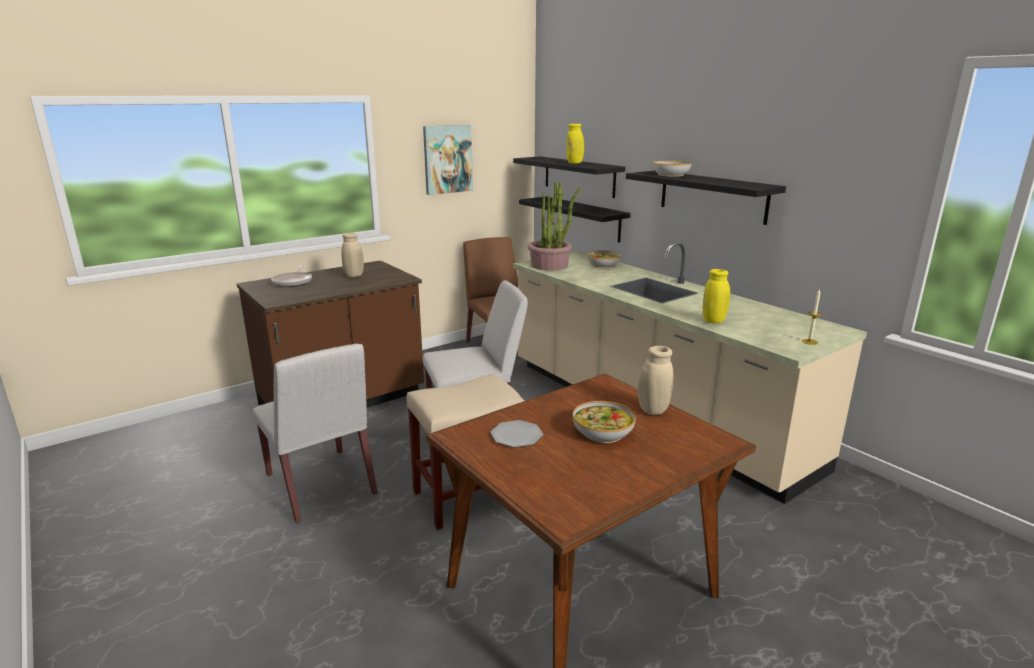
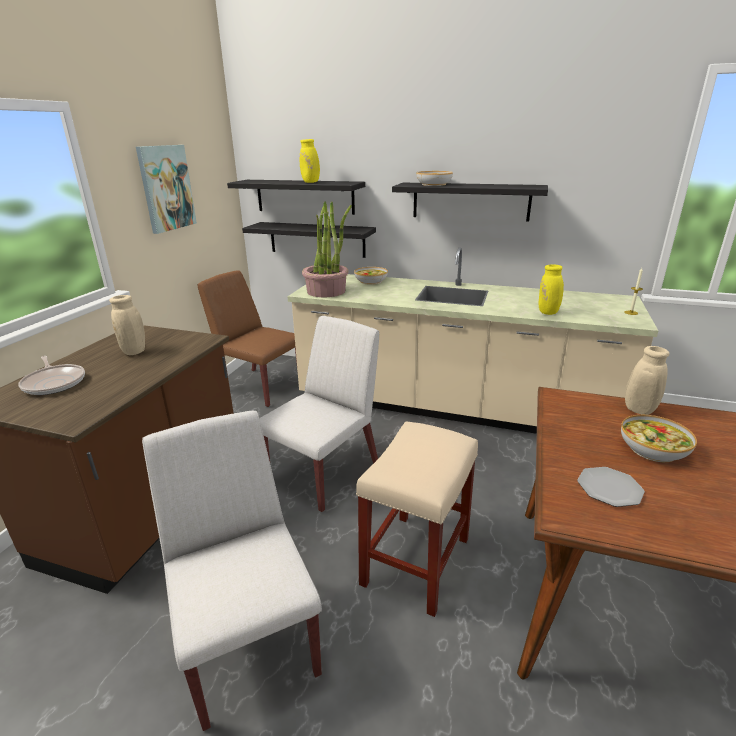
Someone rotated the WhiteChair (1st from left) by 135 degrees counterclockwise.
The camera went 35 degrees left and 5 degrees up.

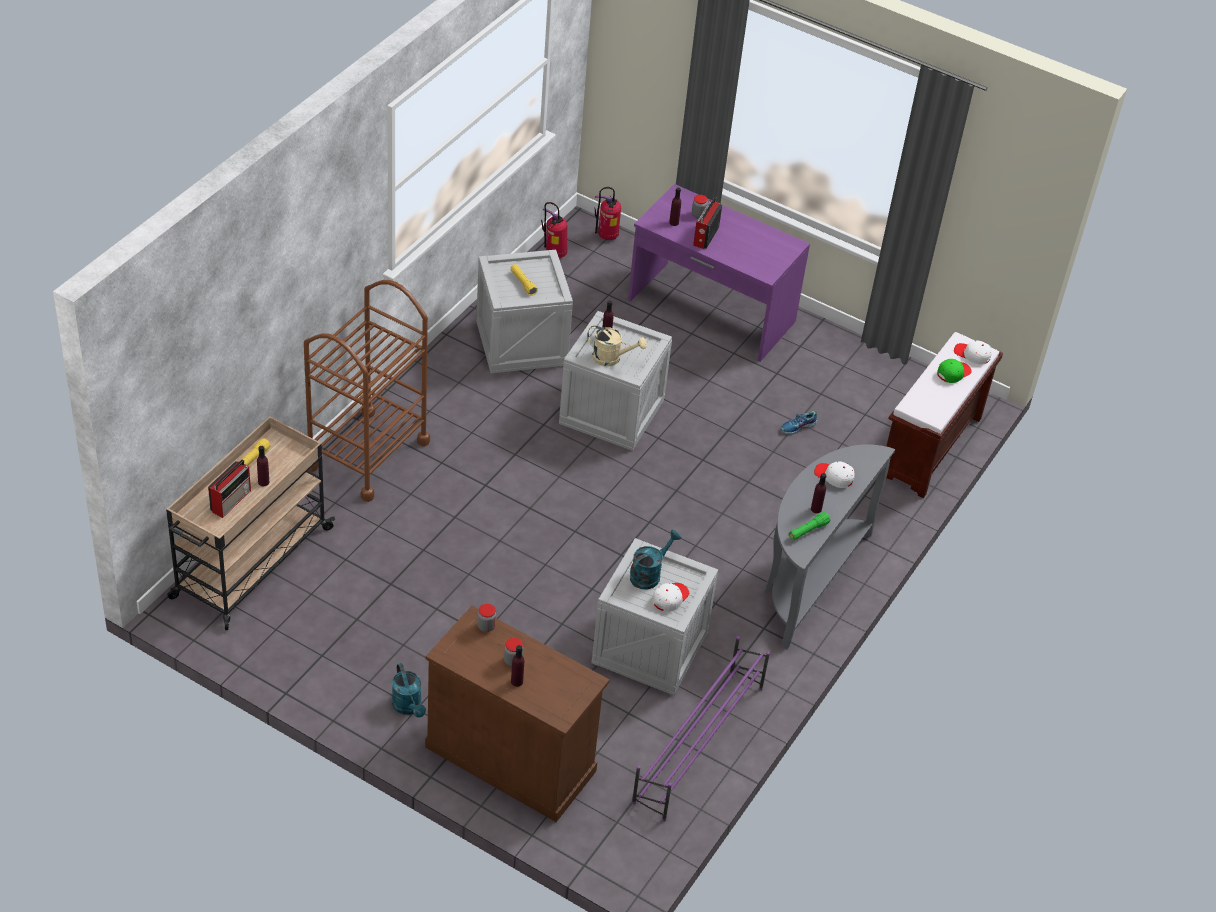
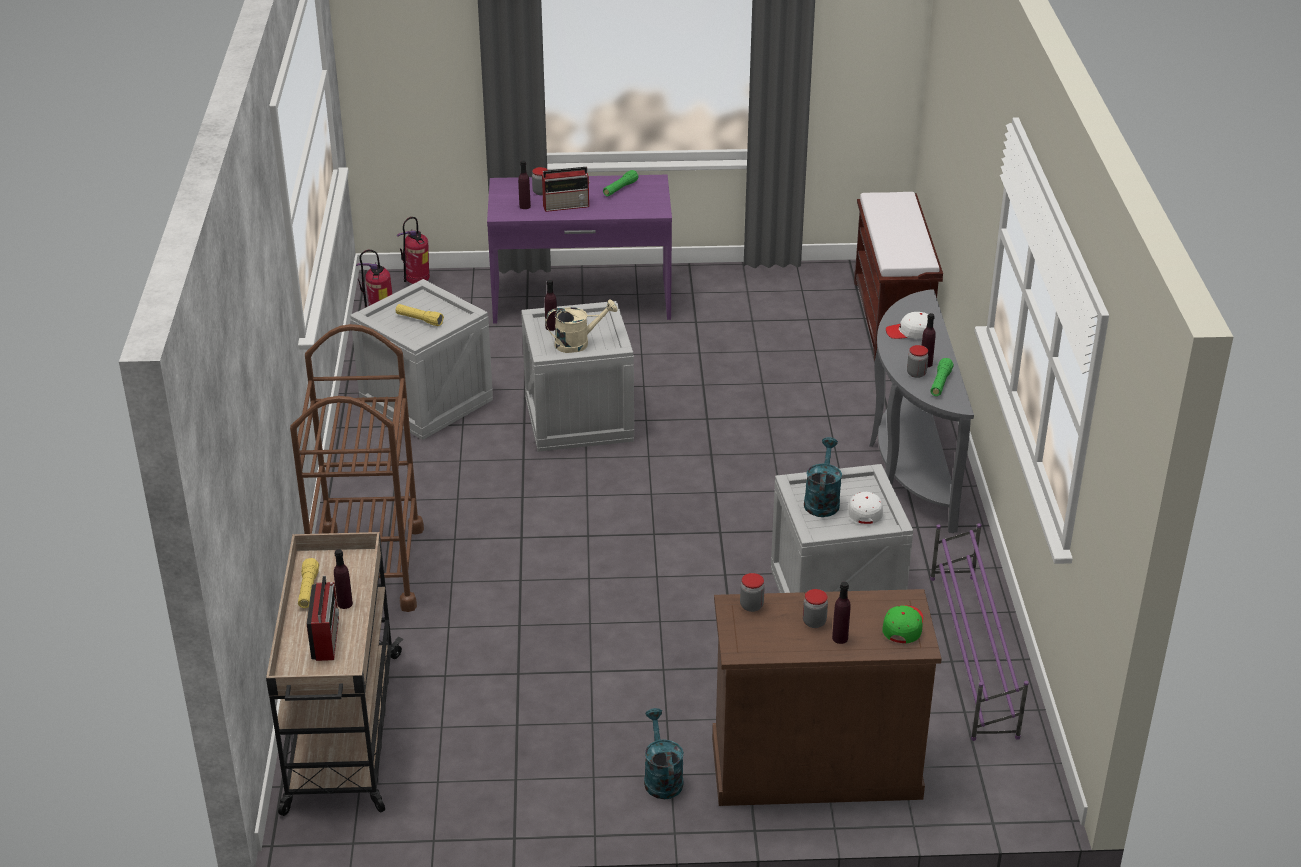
Someone rotated the Radio (2nd from left) by 90 degrees counterclockwise.
Someone took away the WhiteBaseballCap (3rd from left).
Someone carried the GreenishBaseballCap.
Someone took away the Shoe.
Someone rotated the BlueGreenWateringPot (1st from left) by 135 degrees counterclockwise.
Someone put down the GreenishTorch (1st from left).
Someone put down the StorageJar (4th from left).
The camera went 30 degrees left and 10 degrees down.

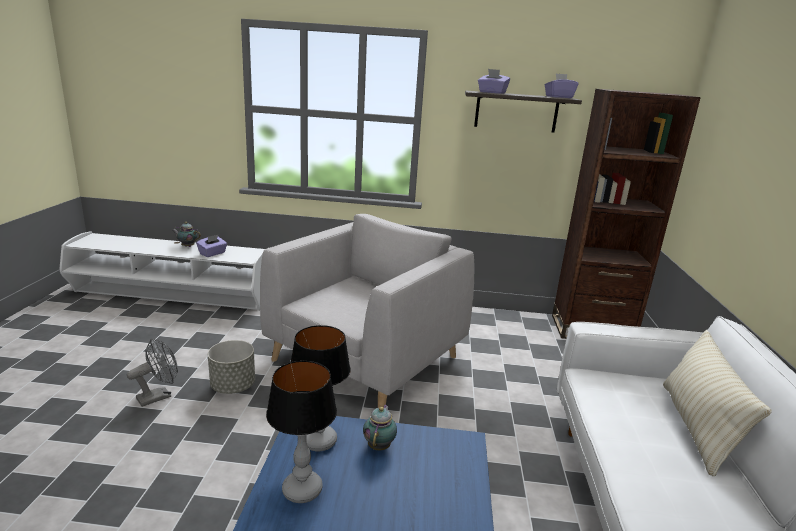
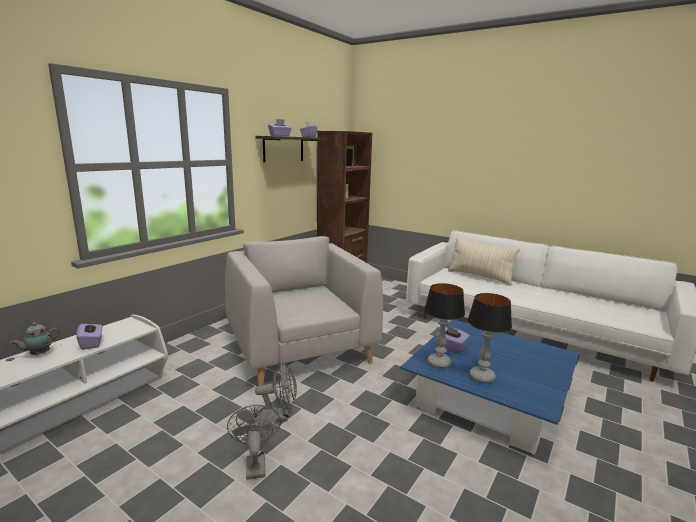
Someone swapped the GreyishPlanter for the GreyishFan (2nd from left).
Someone swapped the TeaPot (2nd from left) for the PurpleBoxOfTissues (4th from left).
The camera went 60 degrees left and 5 degrees down.

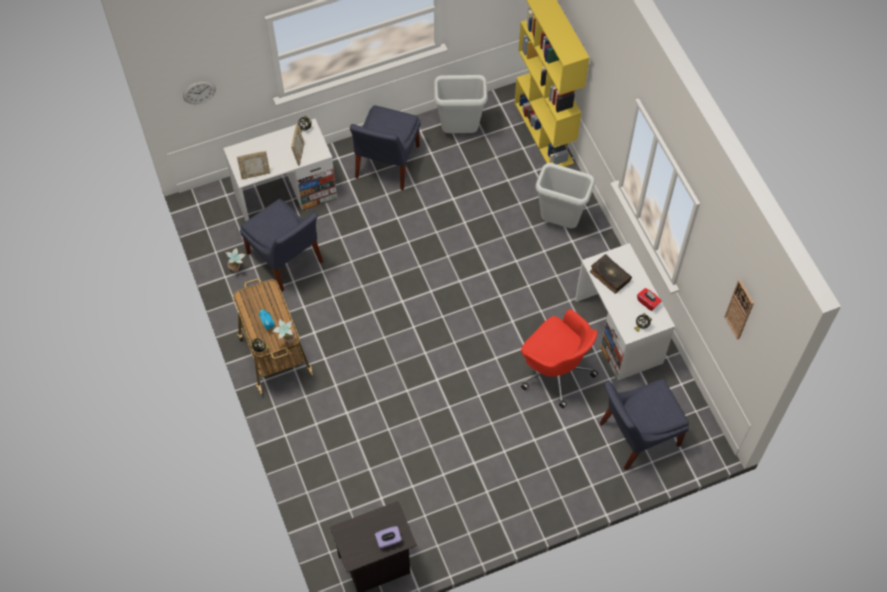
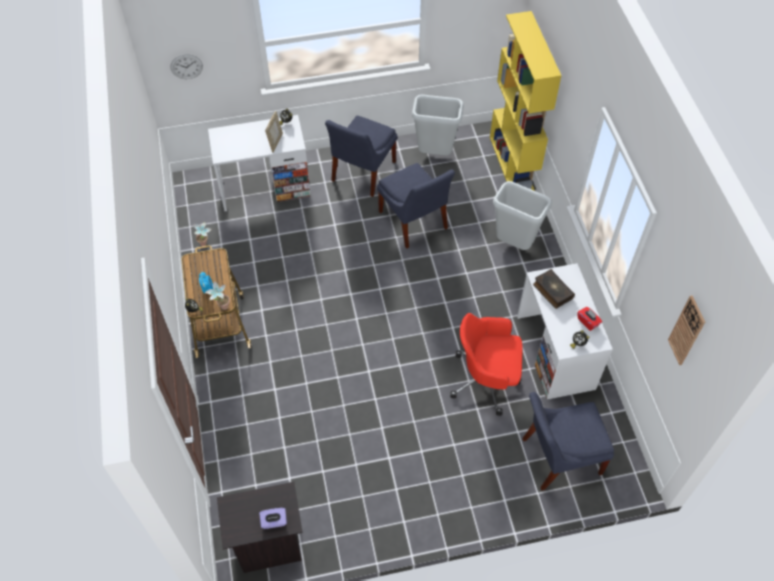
Someone took away the PhotoFrame (1st from left).
Someone carried the BluishChair (1st from left in the first image).
Someone rotated the RedColouredDeskChair by 135 degrees clockwise.
The camera went 10 degrees right and 5 degrees down.

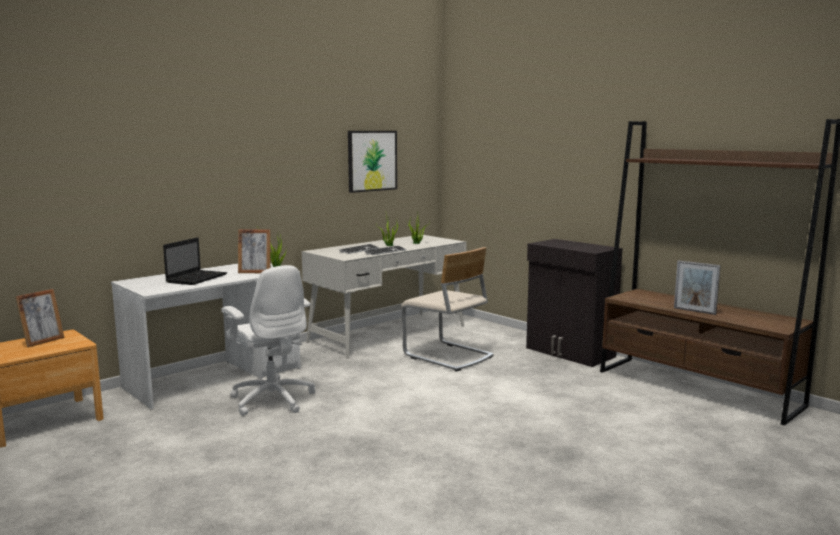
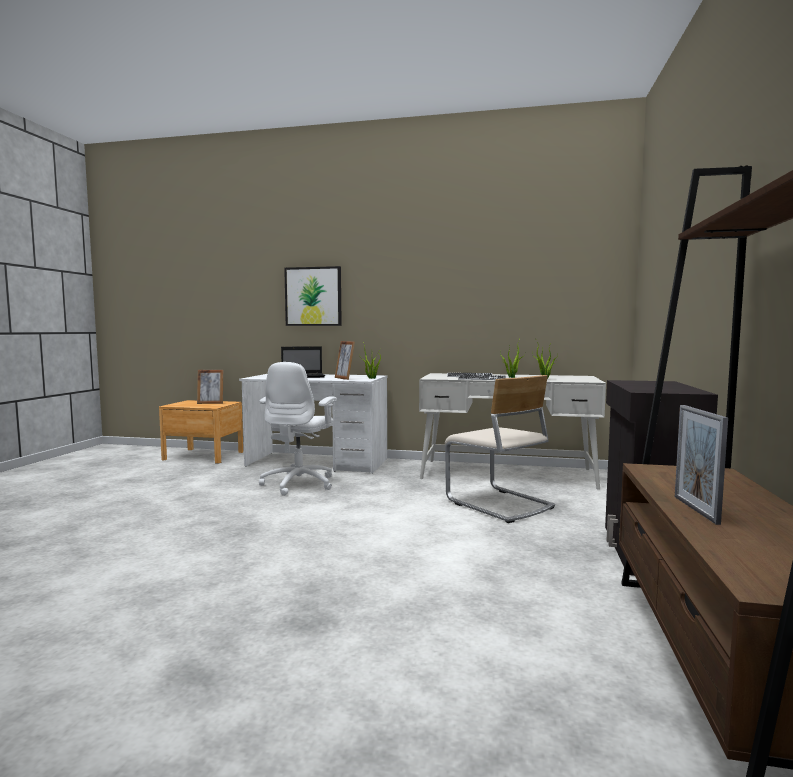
Someone carried the Picture.
Someone rotated the BeigeChair by 45 degrees counterclockwise.
The camera went 55 degrees right and 5 degrees down.

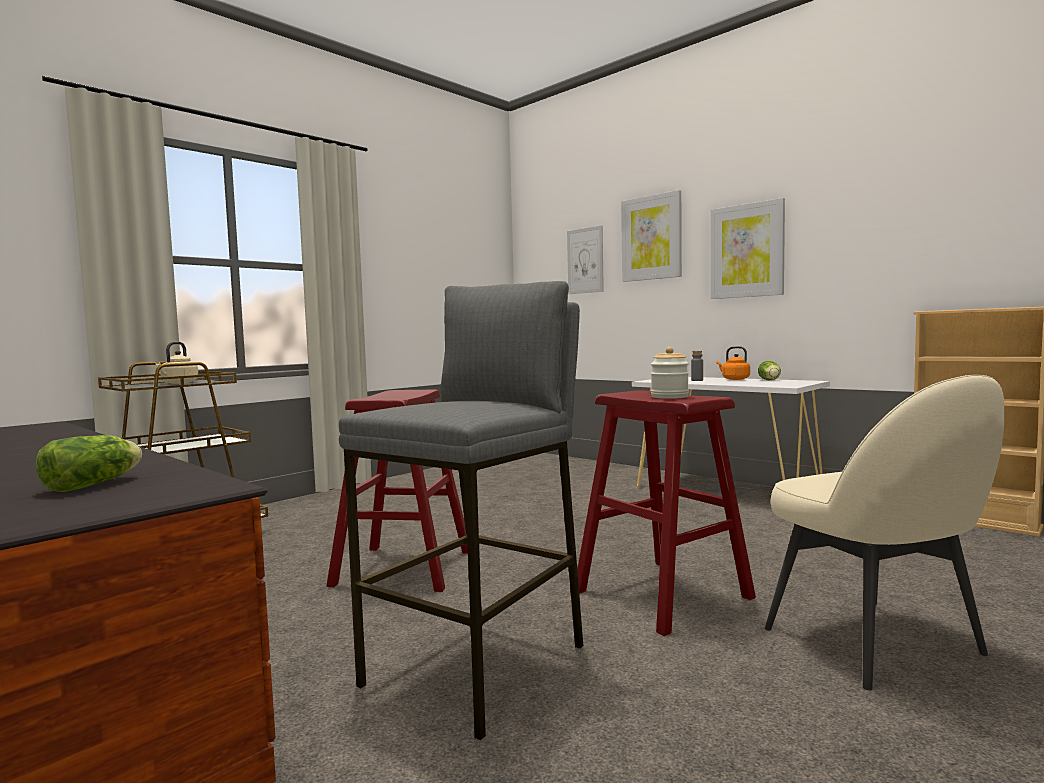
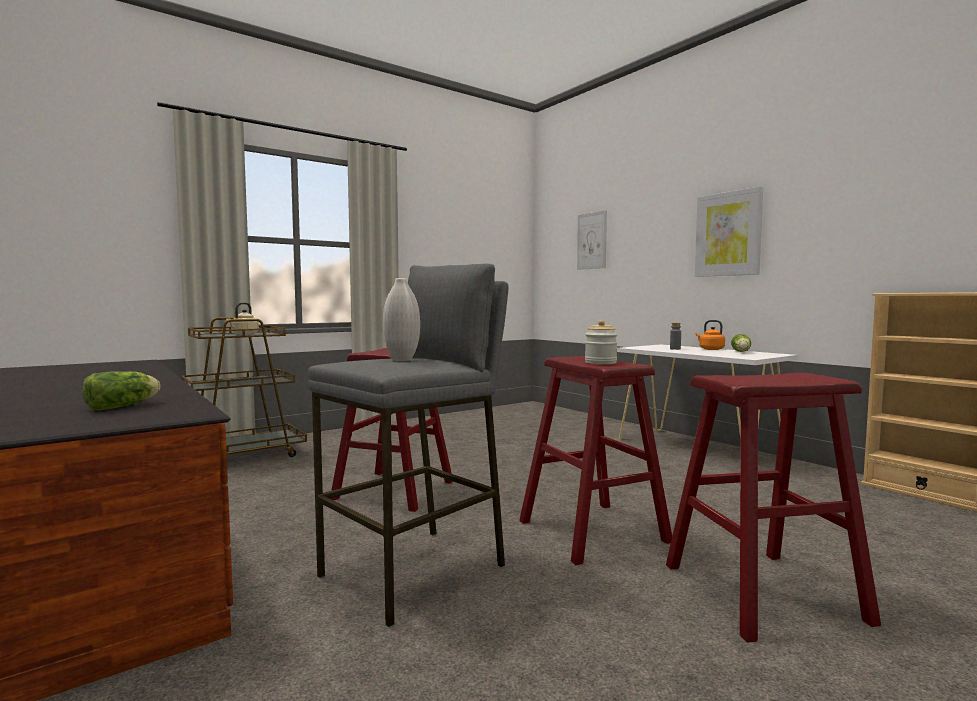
Someone took away the Picture (2nd from left).
Someone swapped the BeigeChair for the RedColouredSittingStool (3rd from left).
Someone put down the WhiteVase.
The camera went 10 degrees right and 0 degrees up.

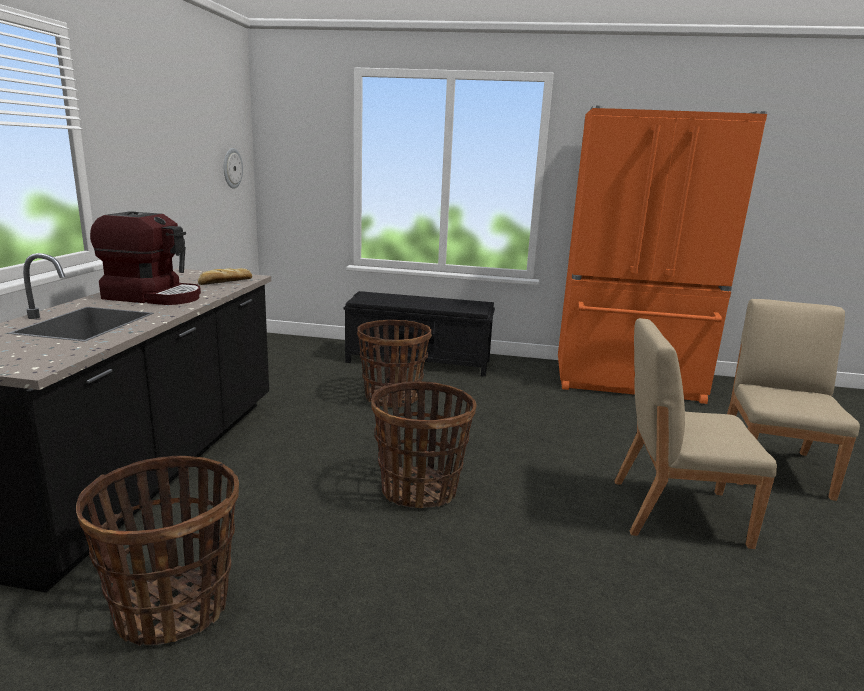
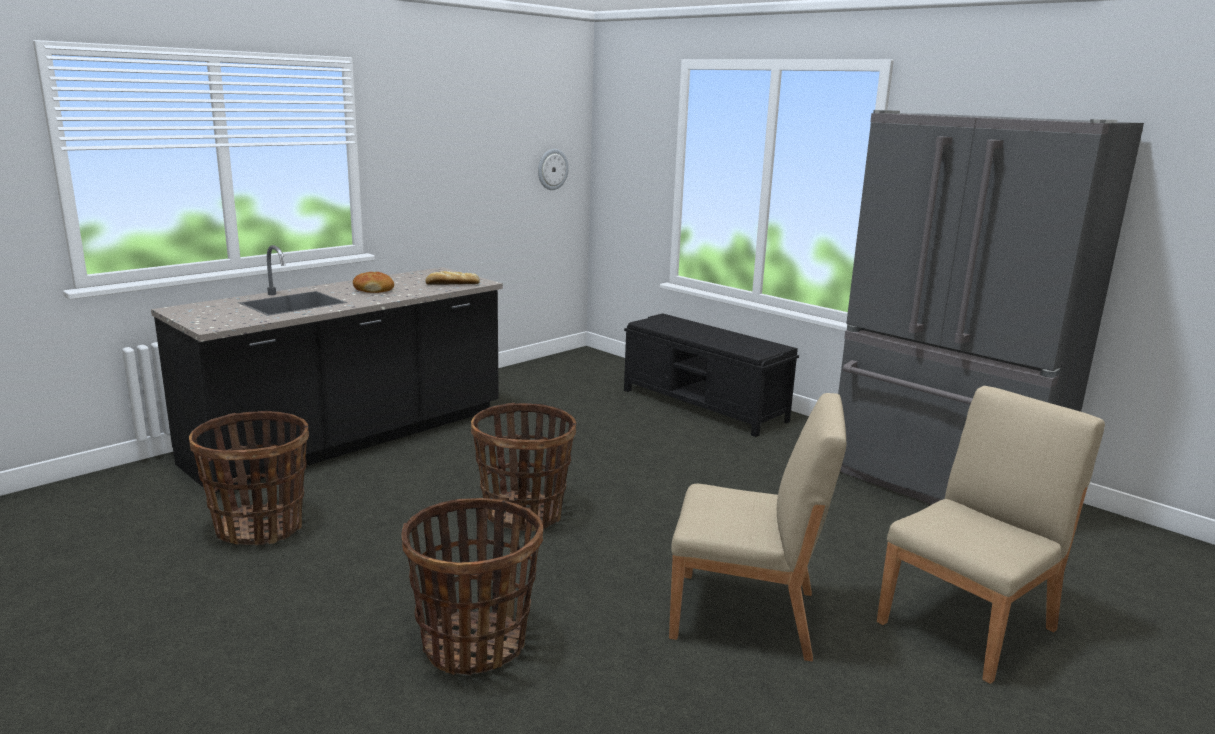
Someone repainted the OrangeyKitchenFridge, which became the GreyishKitchenFridge.
Someone swapped the CoffeeMaker for the Bread (1st from left).
Someone rotated the BeigeChair (1st from left) by 150 degrees clockwise.
Someone carried the Basket (2nd from left).
The camera went 35 degrees right and 0 degrees up.

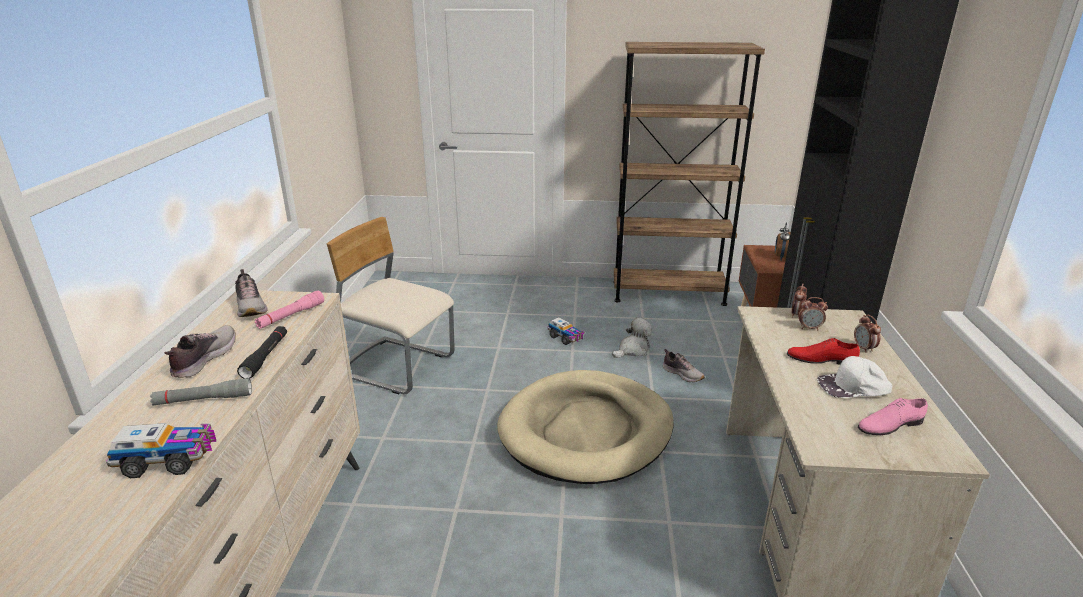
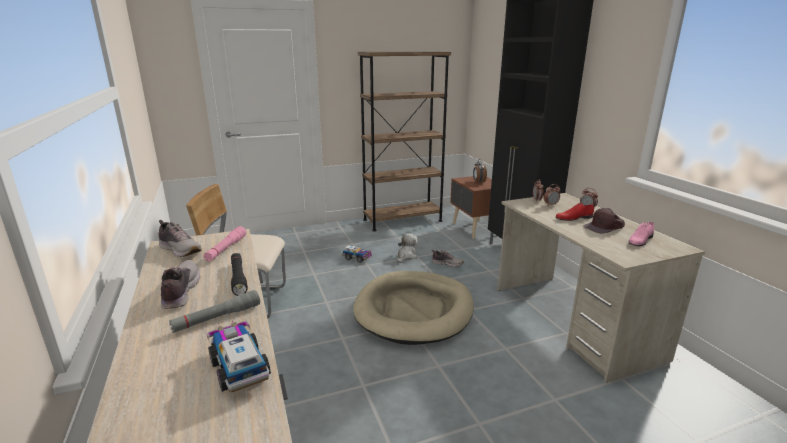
Someone repainted the WhiteBaseballCap, which became the BrownishBaseballCap.
Someone rotated the ModelTruck (1st from left) by 90 degrees counterclockwise.
The camera went 25 degrees left and 5 degrees down.

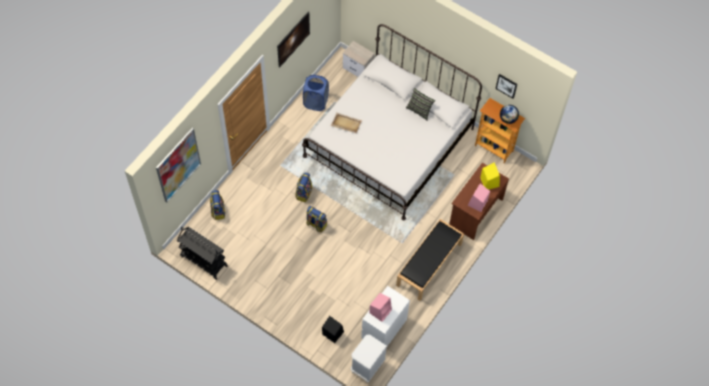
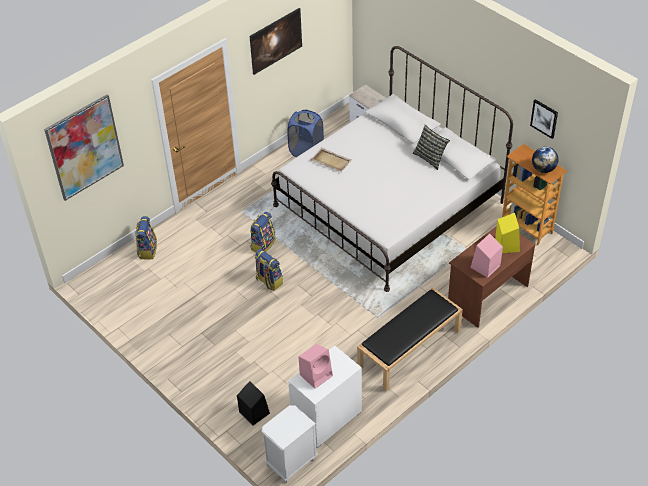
Someone took away the BlackCart.
The camera went 15 degrees right and 15 degrees down.

